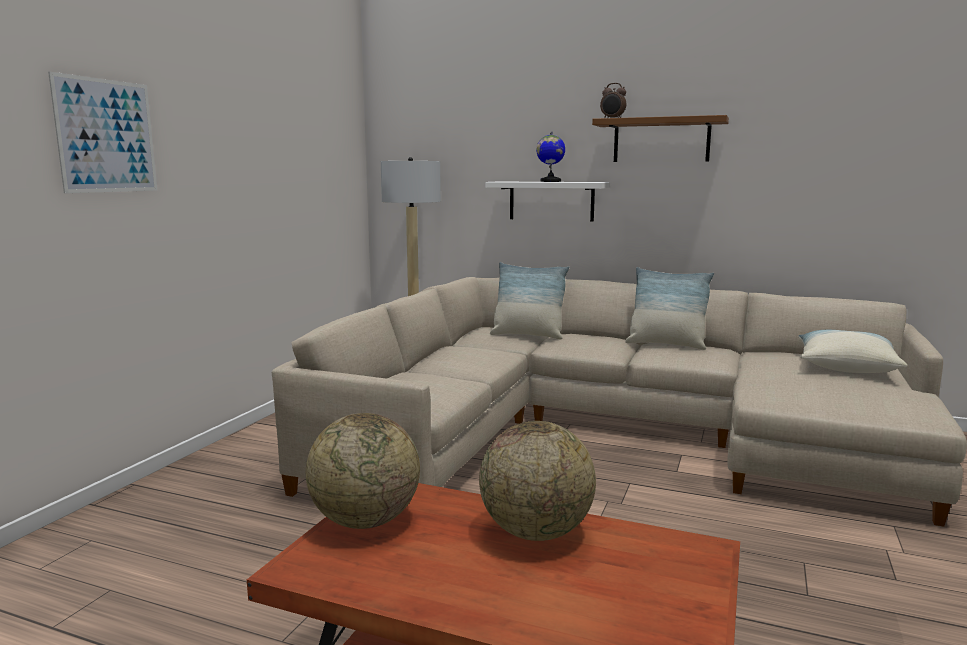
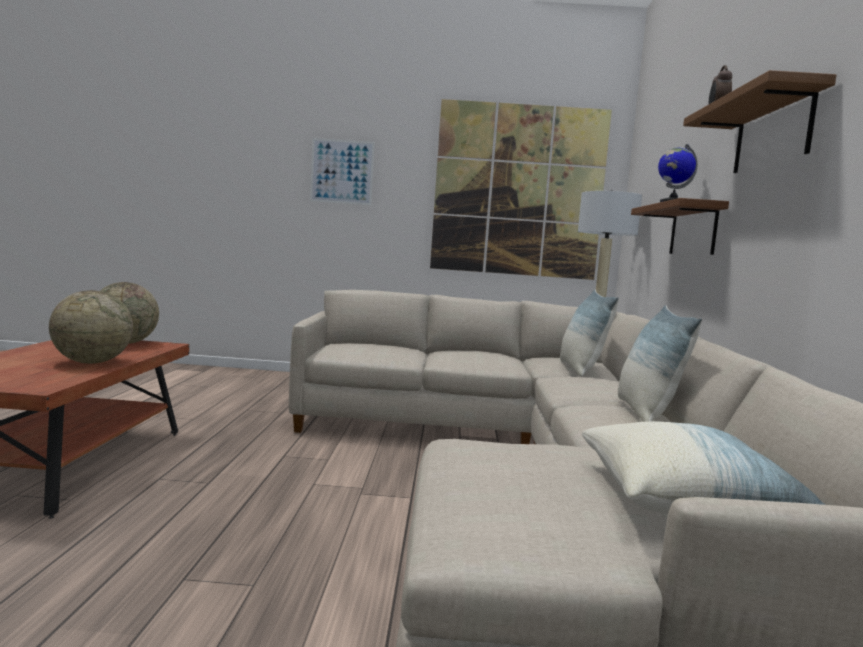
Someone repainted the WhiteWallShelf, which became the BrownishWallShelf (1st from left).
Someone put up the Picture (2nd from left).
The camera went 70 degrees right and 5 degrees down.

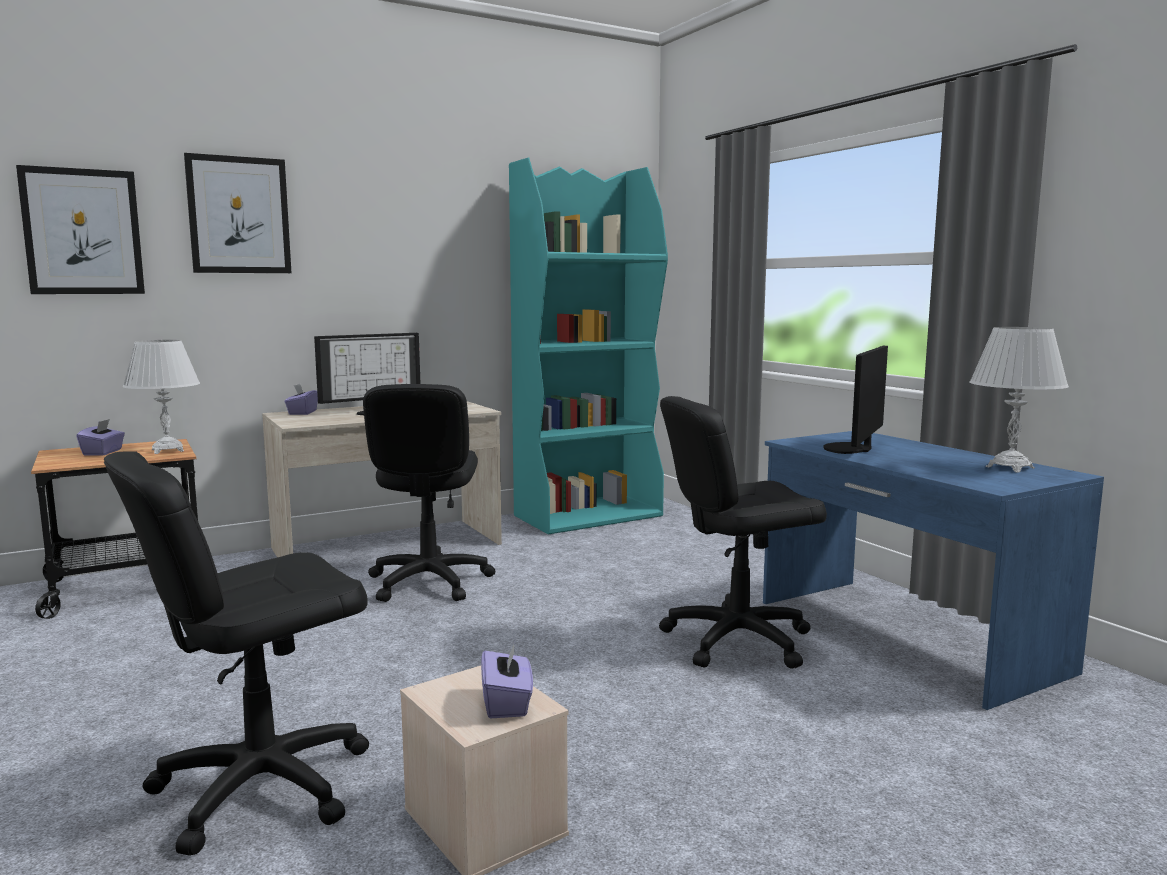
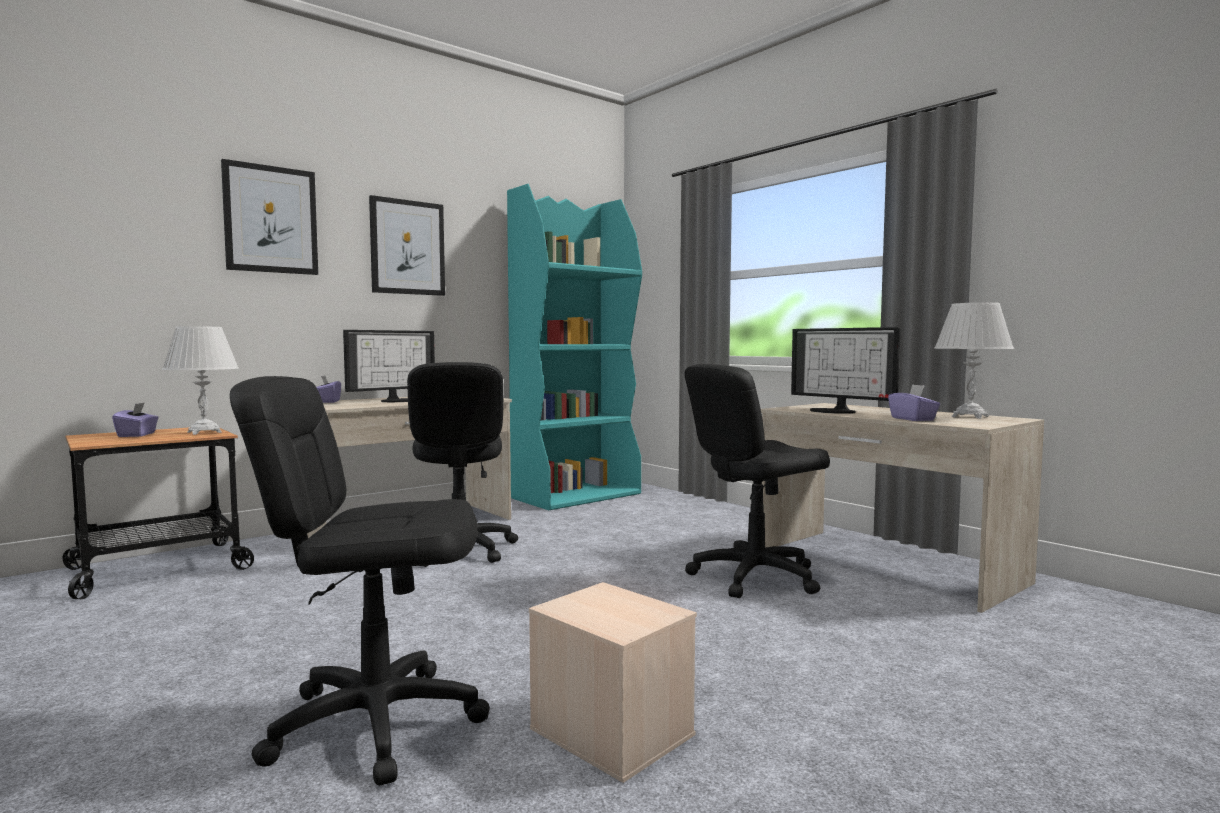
Someone carried the Picture (1st from left in the first image).
Someone rotated the ComputerDisplay (2nd from left) by 60 degrees counterclockwise.
Someone repainted the BluishDeskTable, which became the BeigeDeskTable (2nd from left).
Someone rotated the BlackDeskChair (1st from left) by 45 degrees clockwise.
Someone carried the PurpleBoxOfTissues (3rd from left).
The camera went 10 degrees left and 5 degrees down.

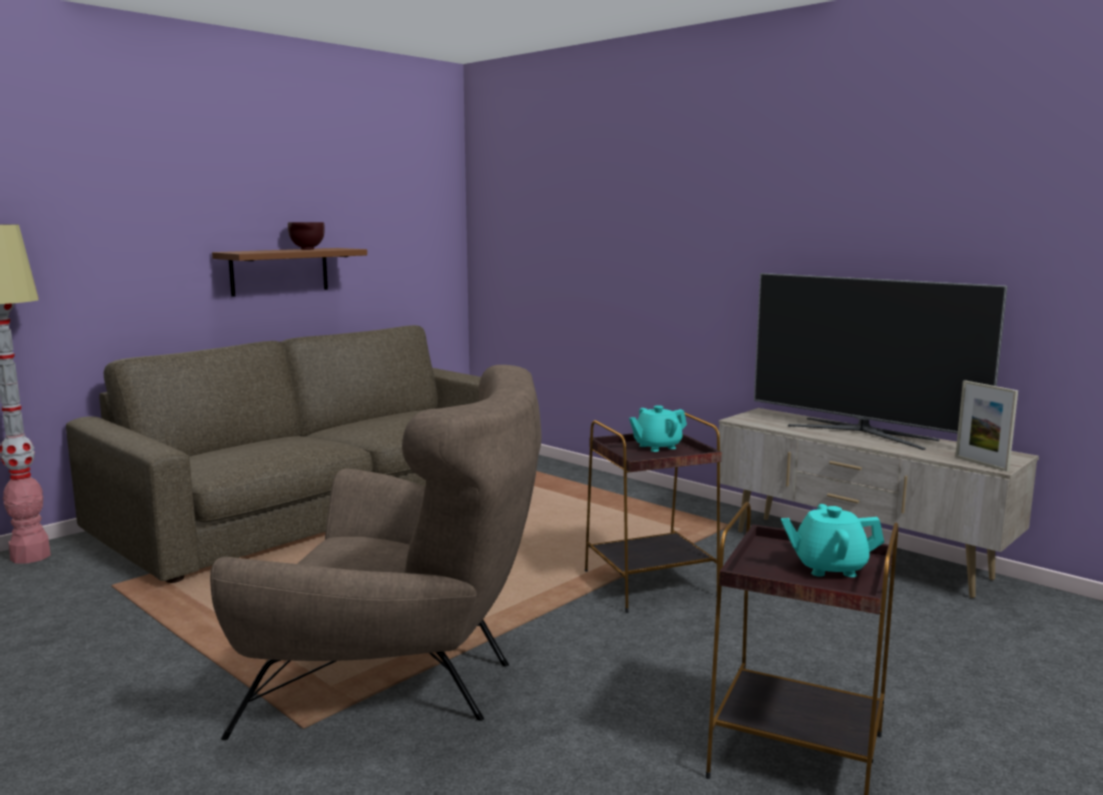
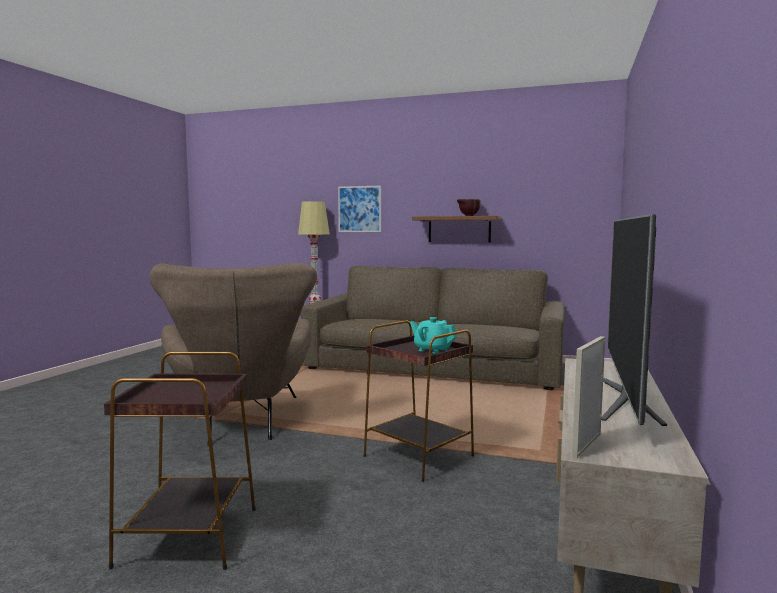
Someone took away the BlueGreenTeaPot (2nd from left).
Someone put up the Picture.
The camera went 65 degrees right and 5 degrees down.

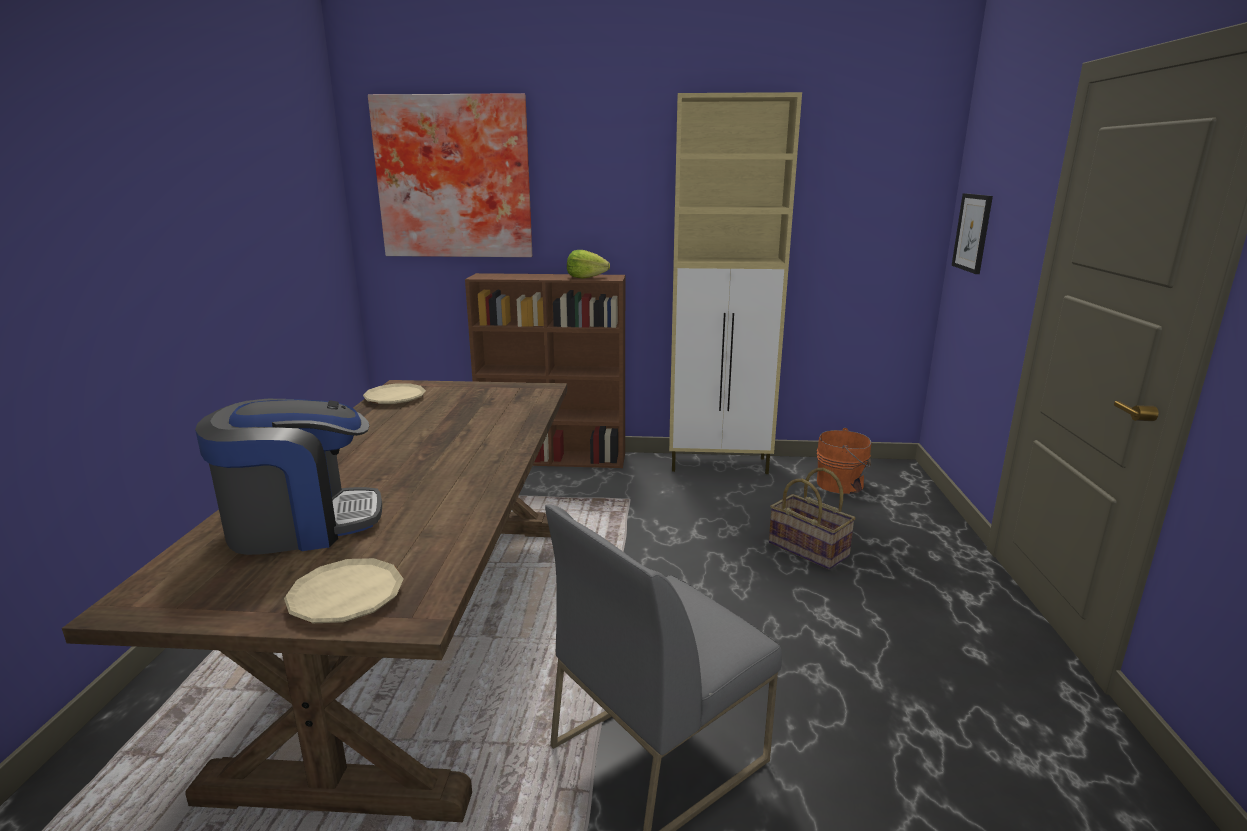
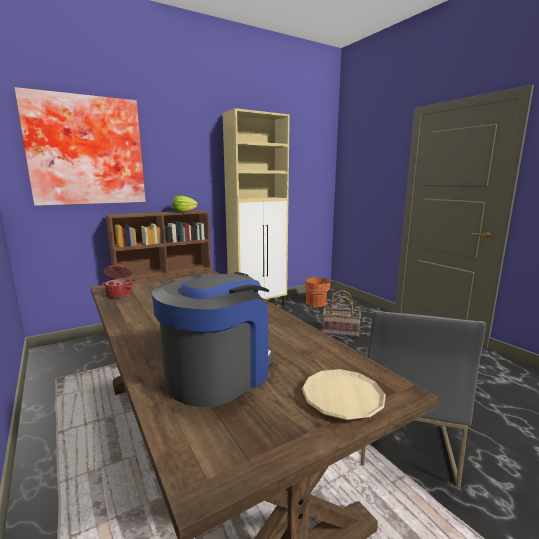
Someone took away the Picture (2nd from left).
Someone swapped the BeigeFlatDish (2nd from left) for the CookingPot.
The camera went 35 degrees left and 5 degrees down.

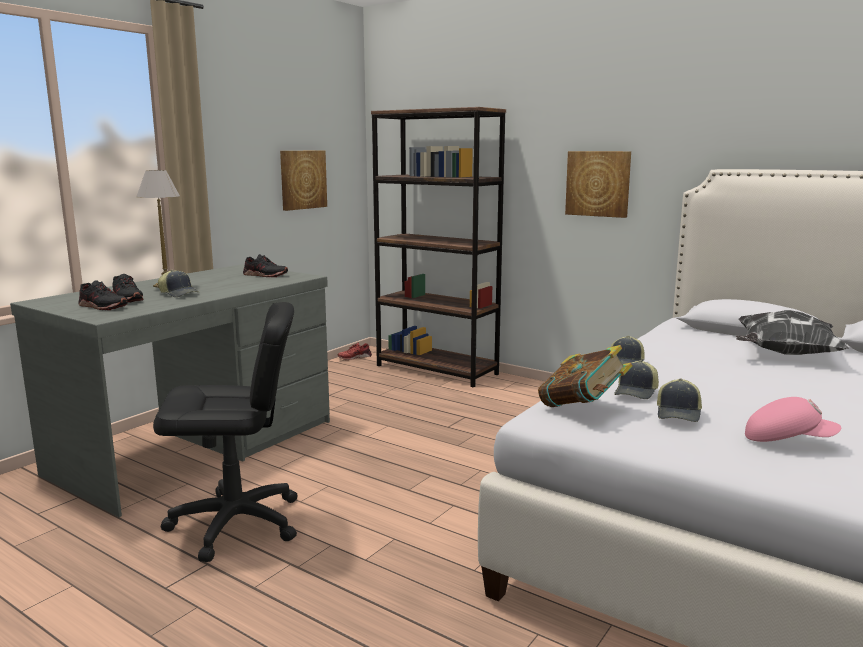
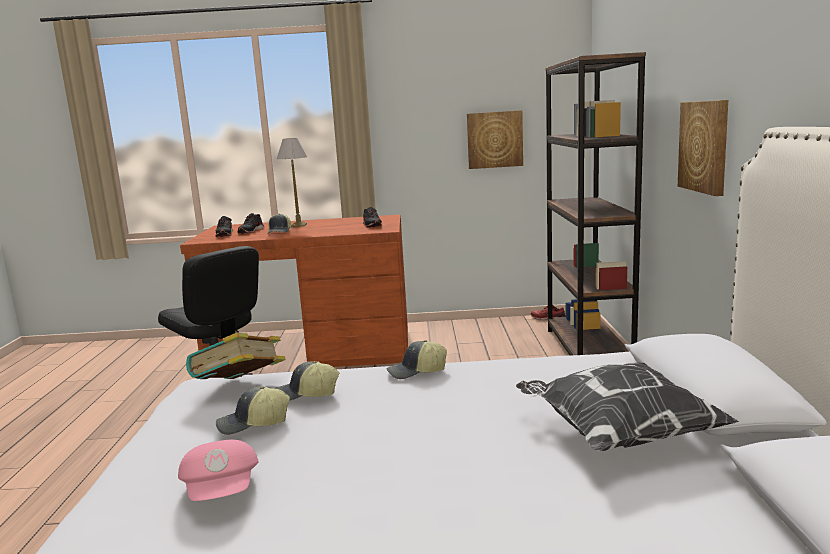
Someone repainted the GreyishDeskTable, which became the BrownishDeskTable.
The camera went 55 degrees right and 0 degrees up.

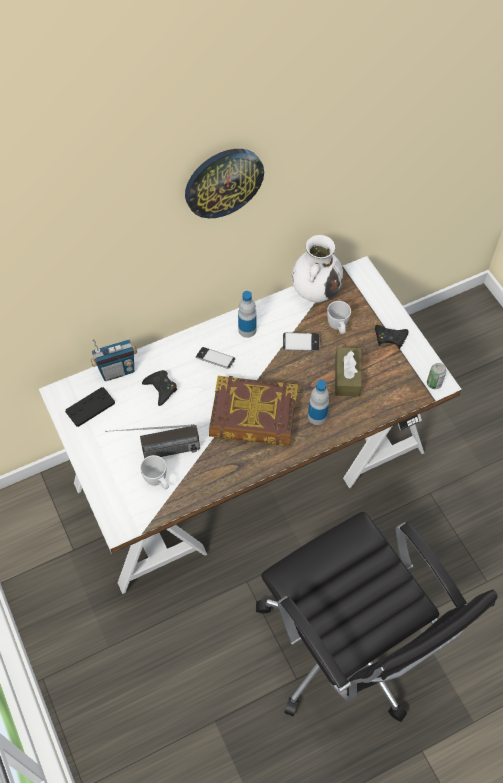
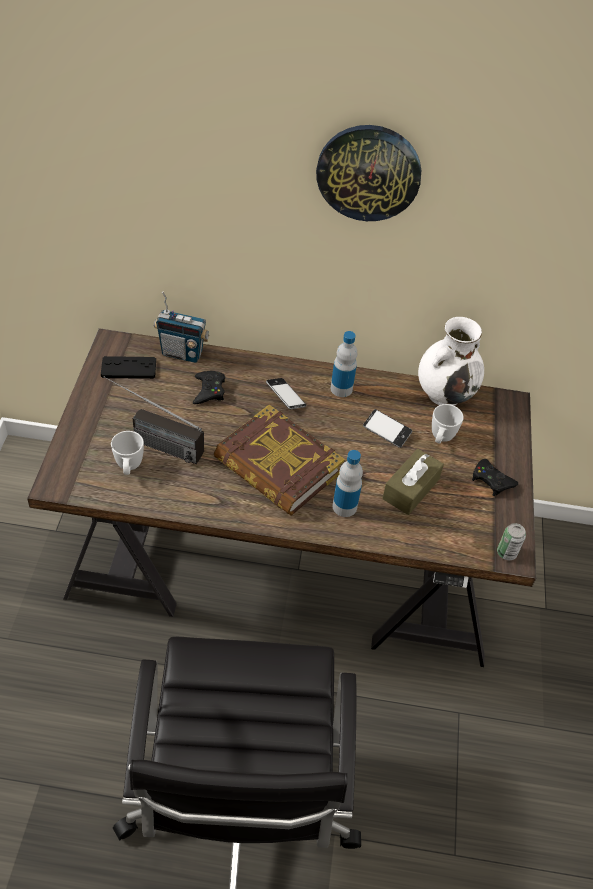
Someone repainted the WhiteDeskTable, which became the BrownishDeskTable.
The camera went 30 degrees right and 10 degrees down.

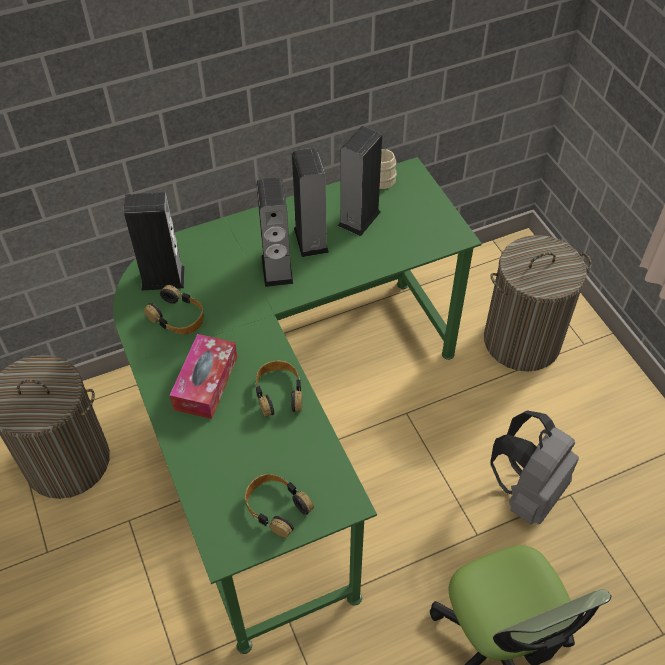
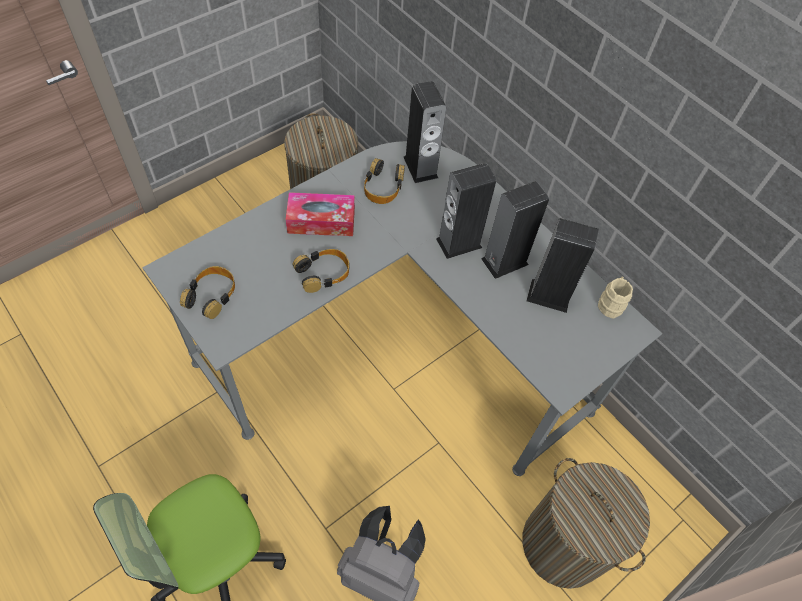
Someone repainted the GreenishDeskTable, which became the GreyishDeskTable.
The camera went 70 degrees right and 5 degrees up.

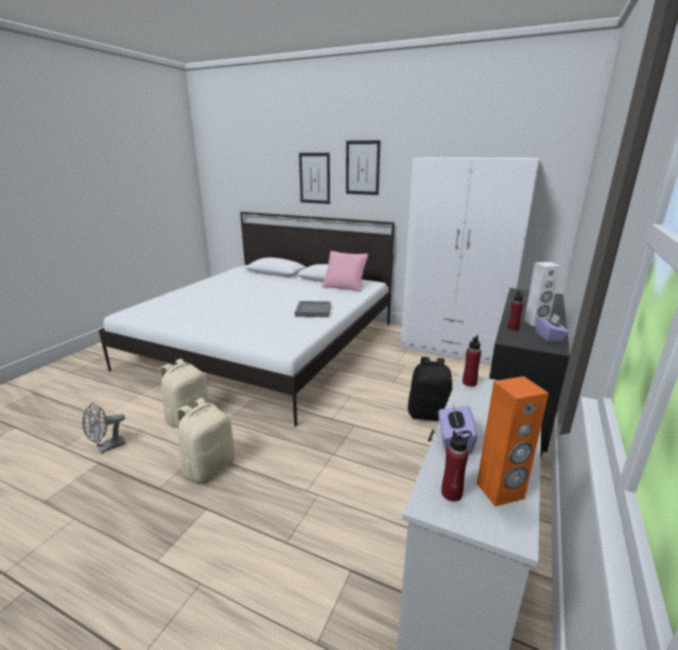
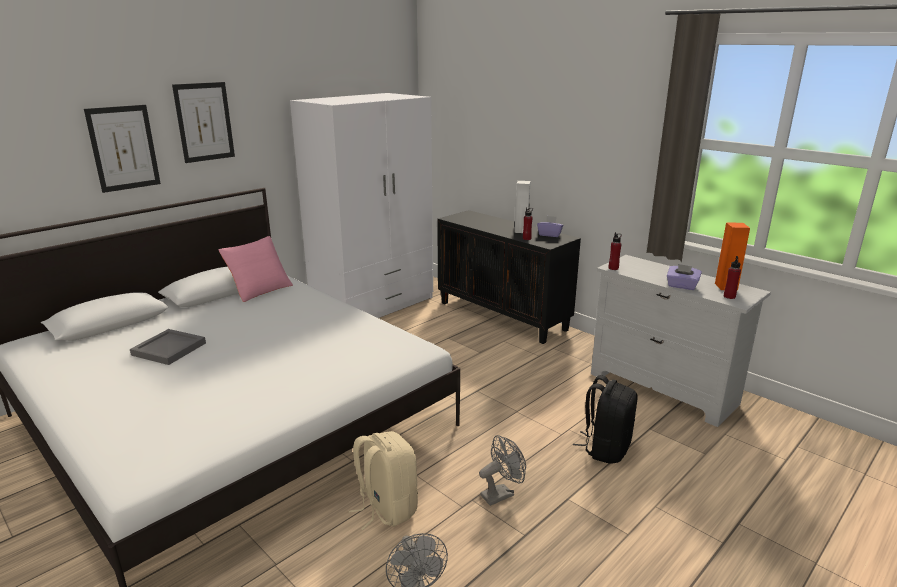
Someone carried the GreyishServingTray.
Someone carried the BlackBackpack.
Someone swapped the BeigeBackpack (2nd from left) for the GreyishFan (2nd from left).
The camera went 70 degrees left and 0 degrees up.

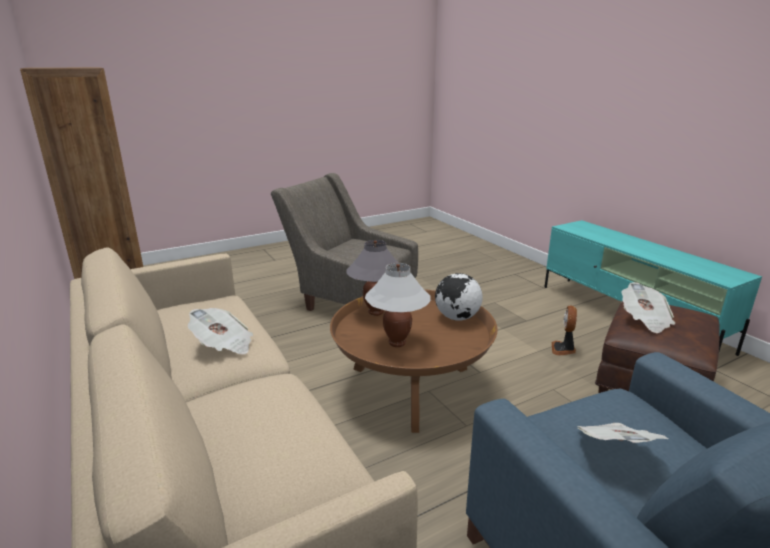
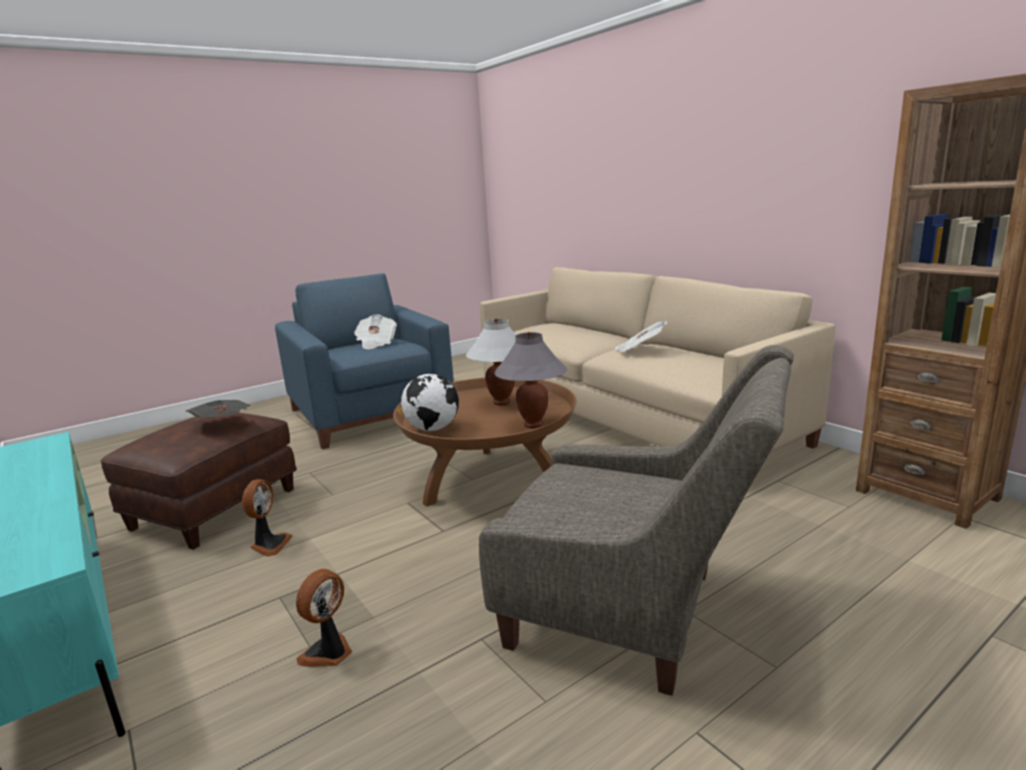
Someone put down the Fan (2nd from left).
The camera went 175 degrees right and 5 degrees down.

